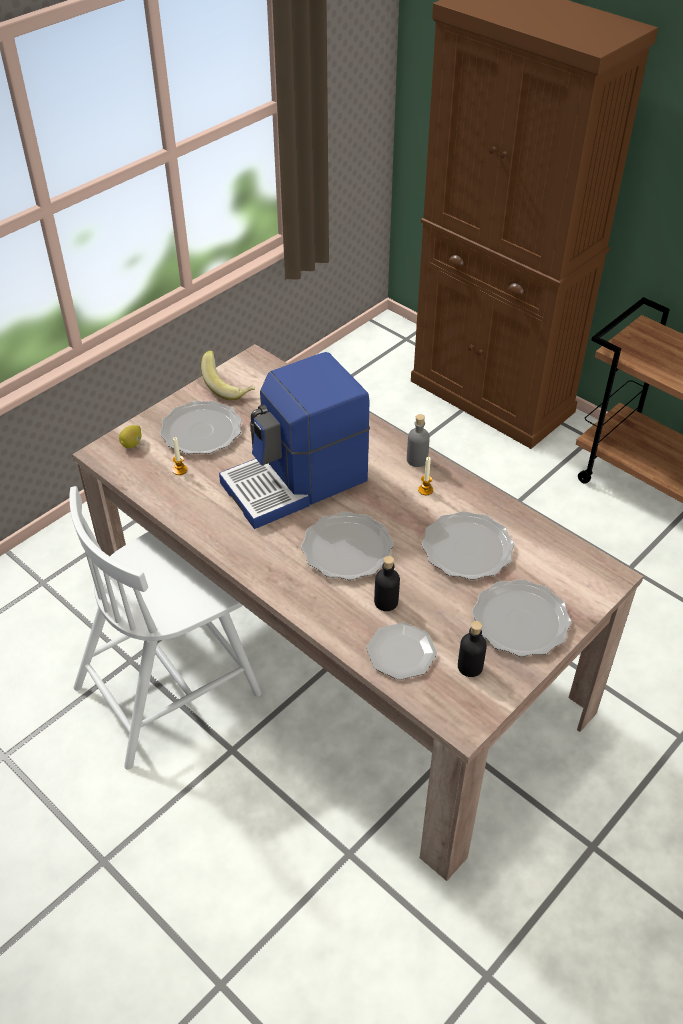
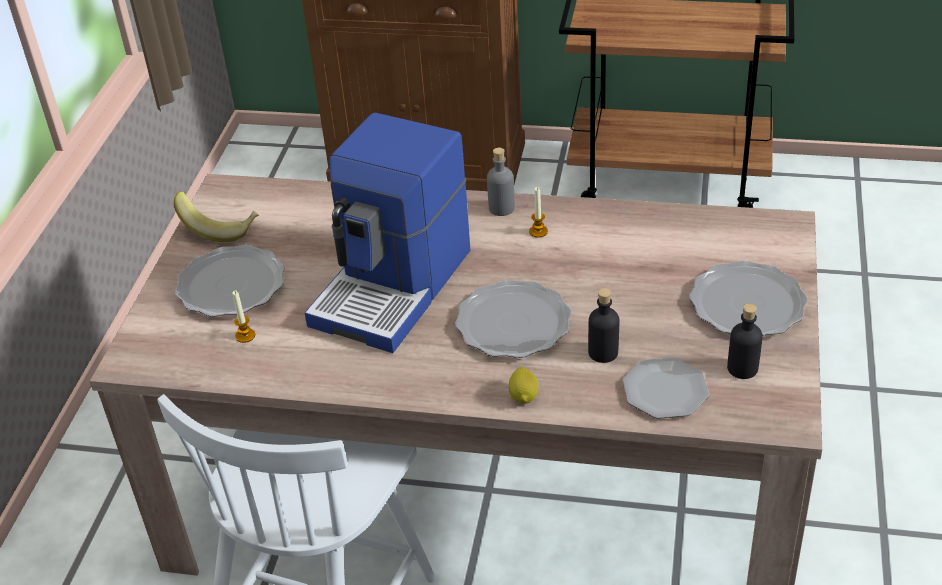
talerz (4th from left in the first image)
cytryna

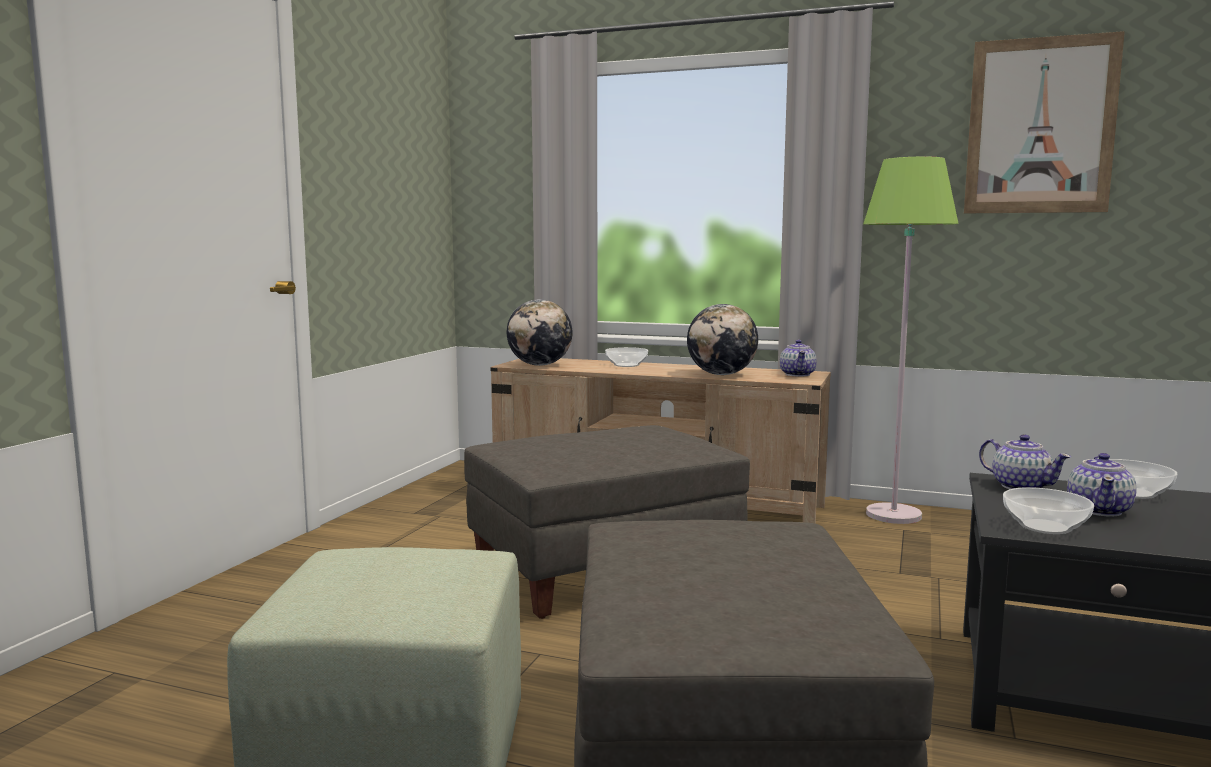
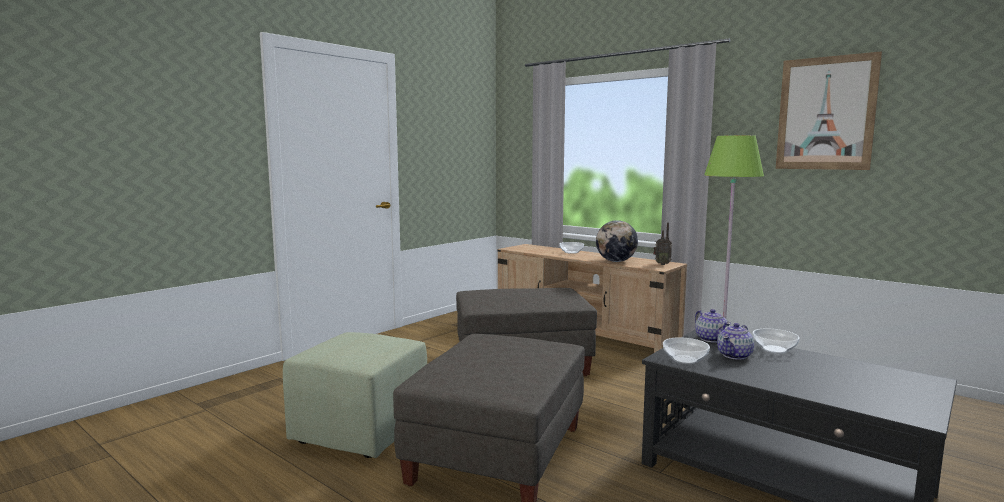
globus (1st from left in the first image)
radio

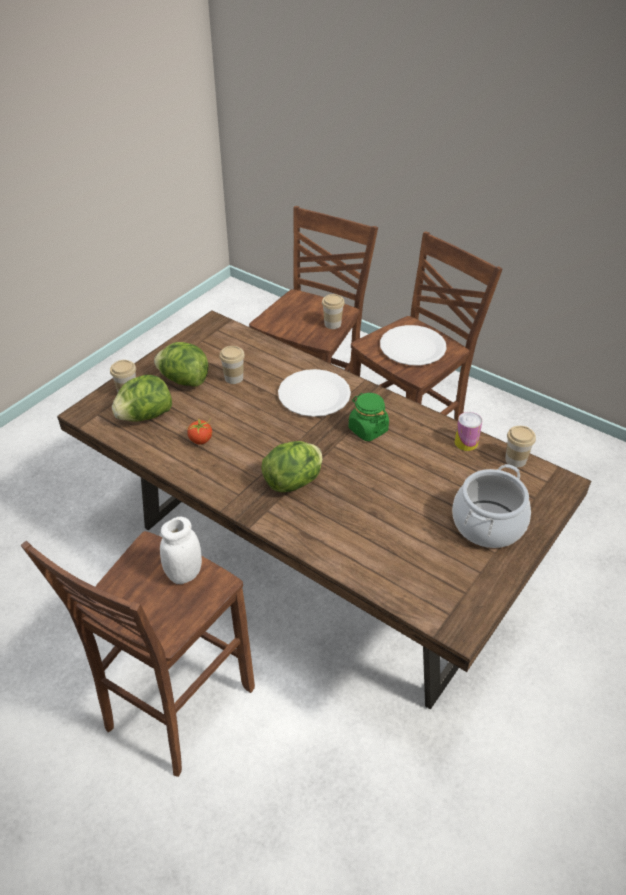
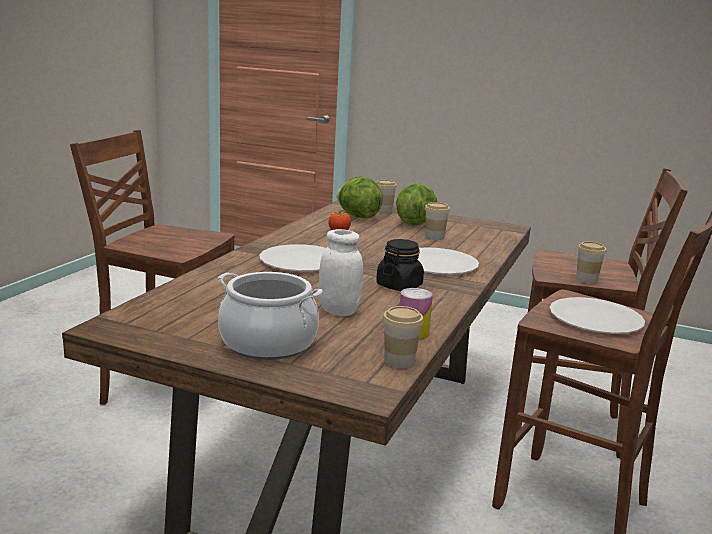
słoik [biały]
talerz [biały] (1st from left)
słoik [czarny]

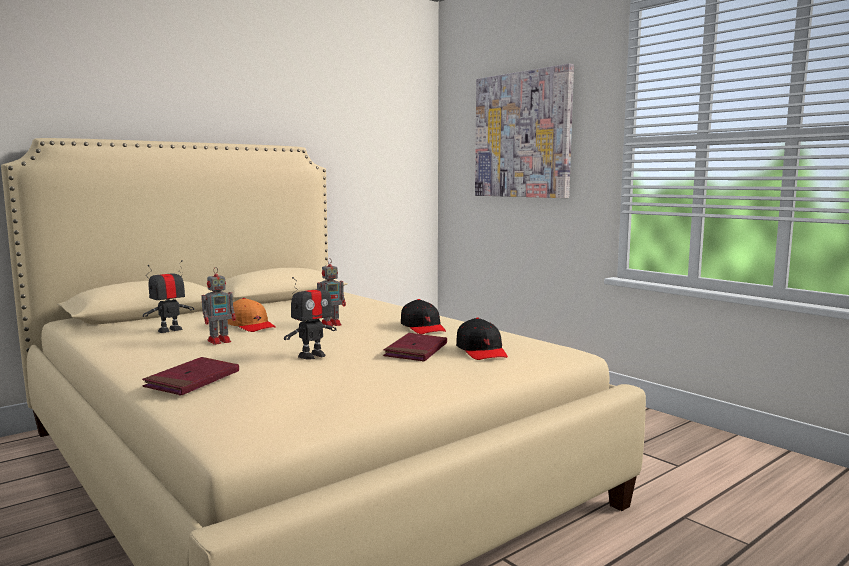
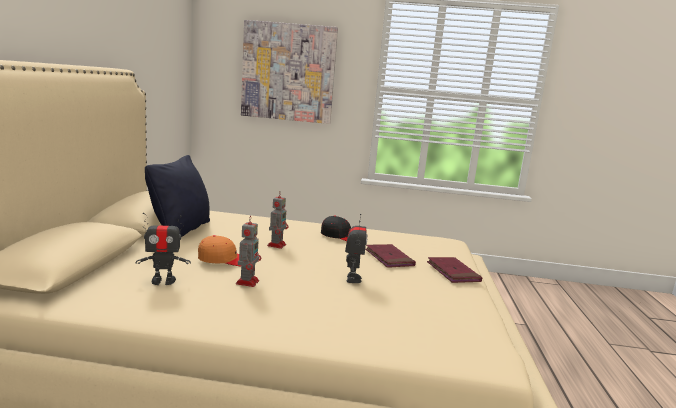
czapka z daszkiem [czarny] (2nd from left in the first image)
poduszka [czarny]
książka [czerwony] (2nd from left)
robot zabawkowy (1st from left)

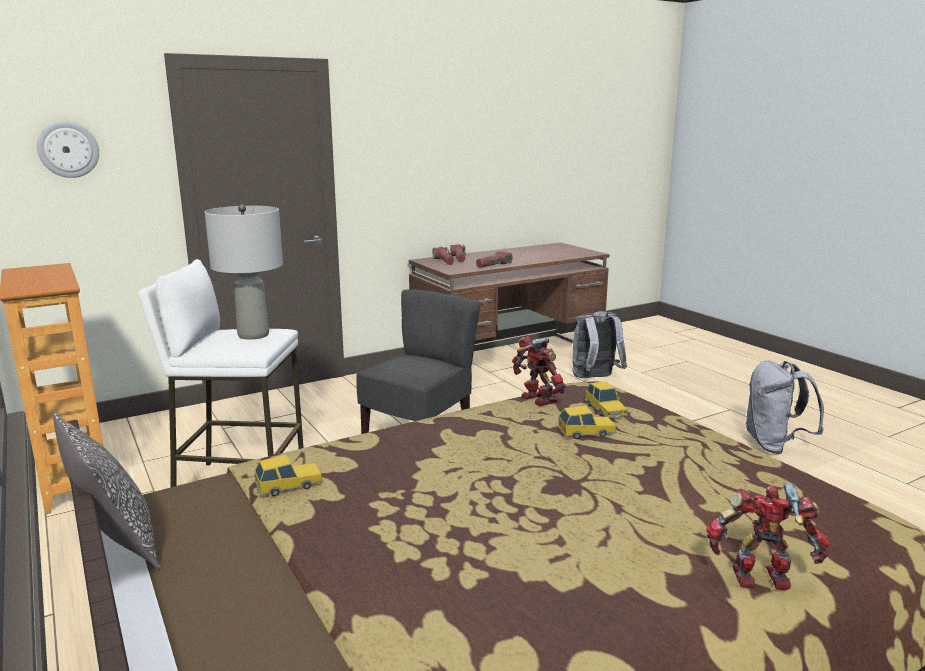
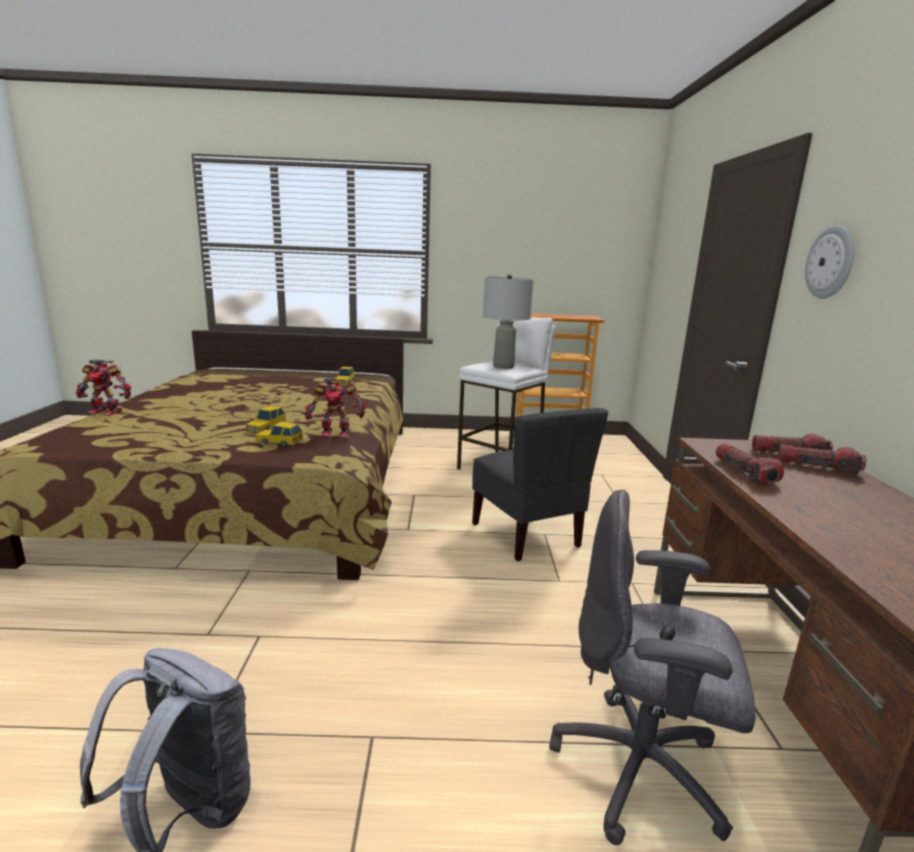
poduszka
zegar ścienny
krzesło biurowe [szary]
robot zabawkowy (1st from left)

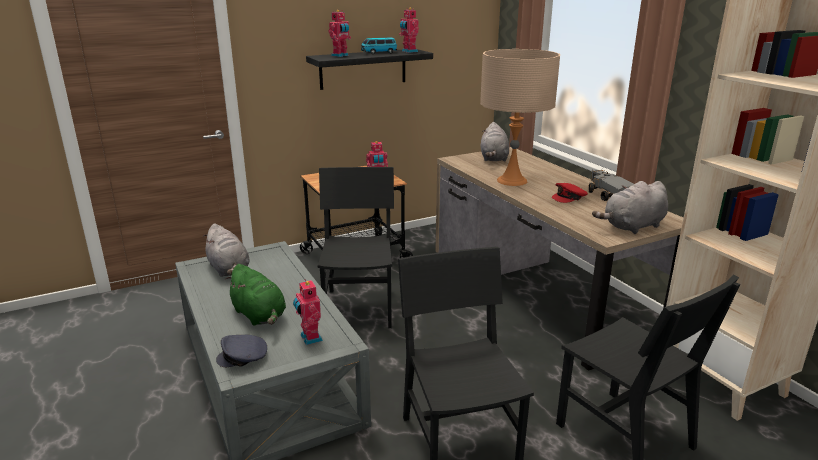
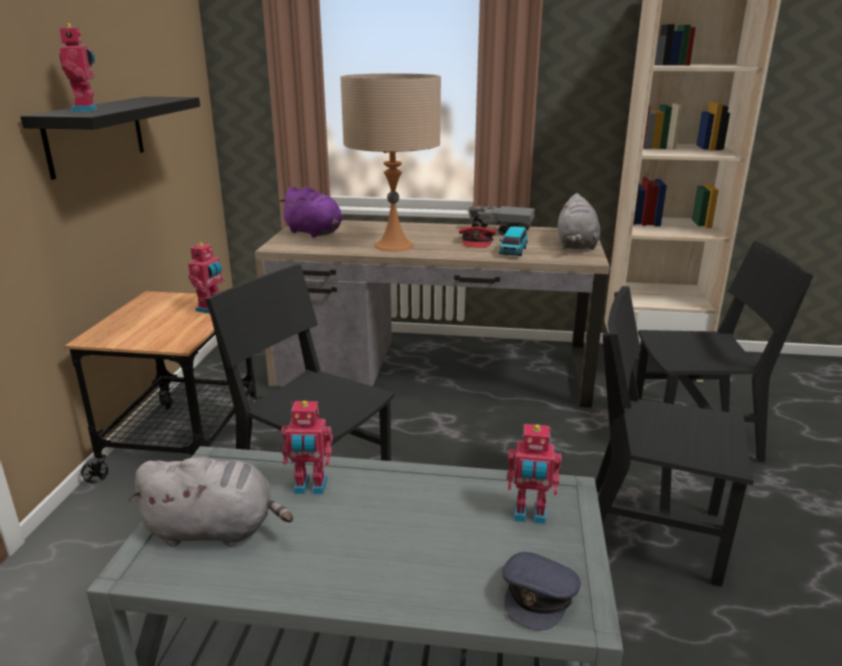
pluszak [zielony]
samochodzik
robot zabawkowy (3rd from left)
pluszak [fioletowy]

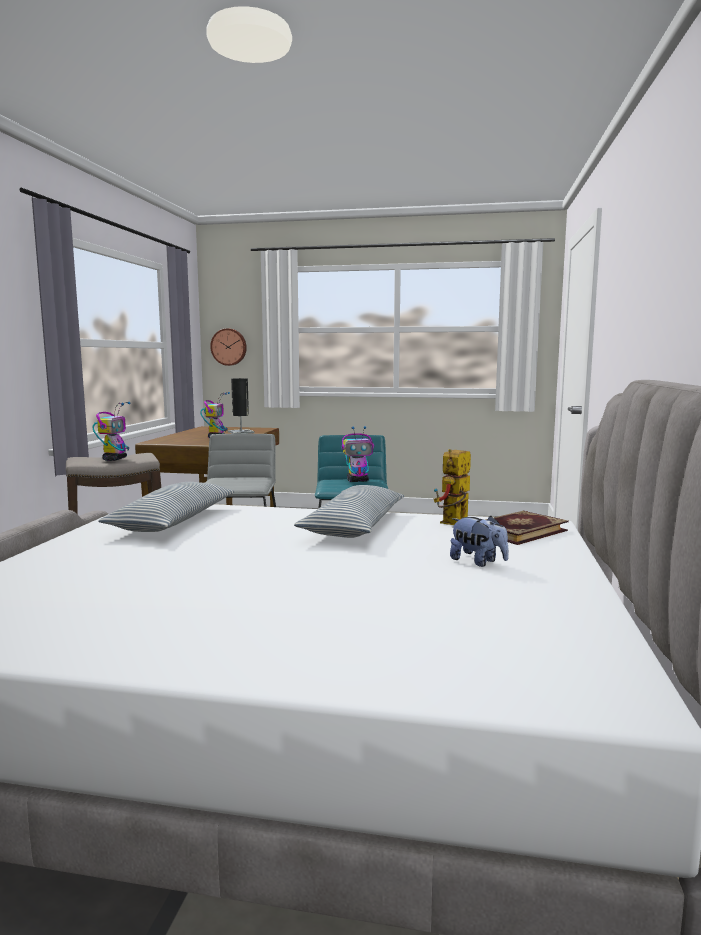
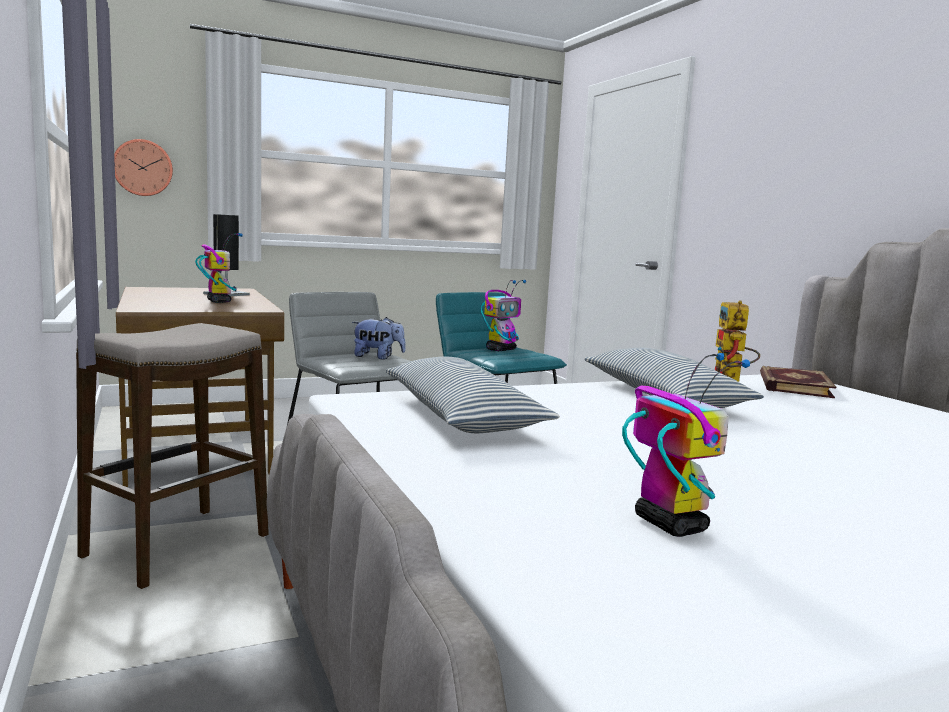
robot zabawkowy (3rd from left)
pluszak

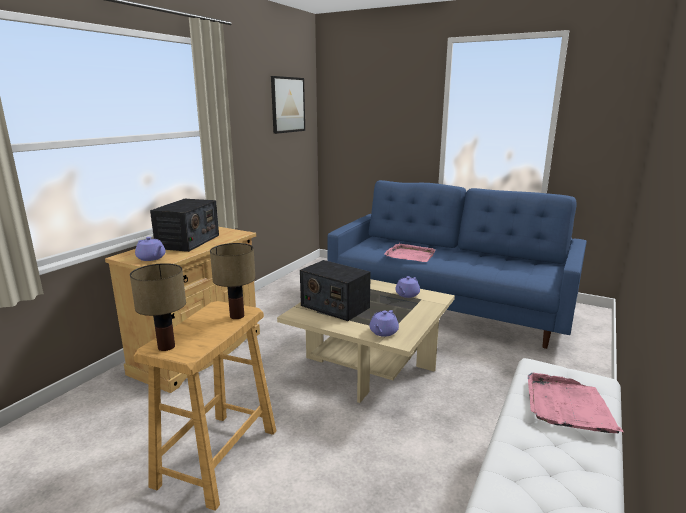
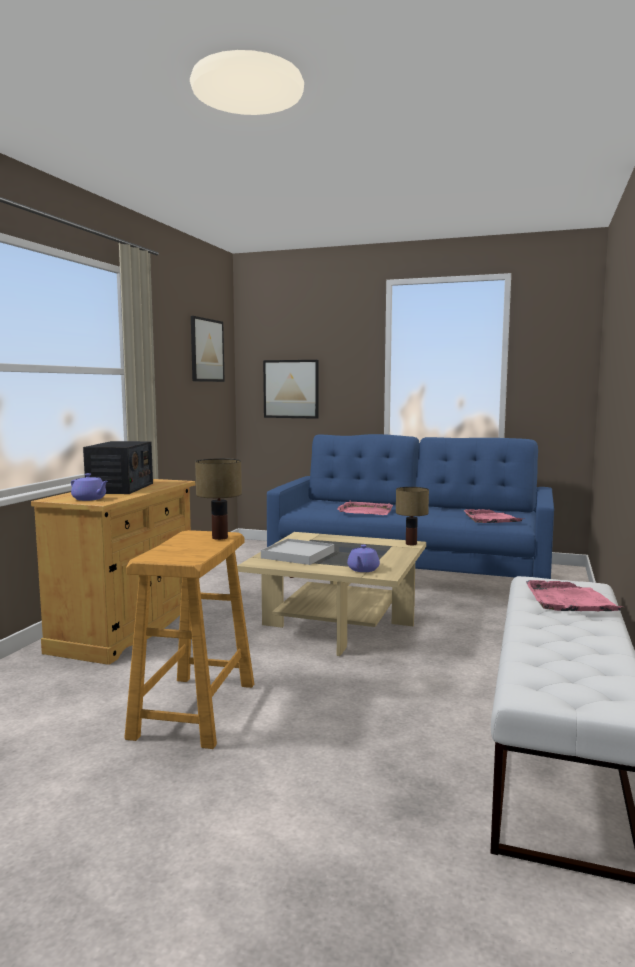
imbryk [fioletowy] (3rd from left in the first image)
obraz (2nd from left)
taca [różowy] (2nd from left)
lampa stołowa (2nd from left)
taca [biały]

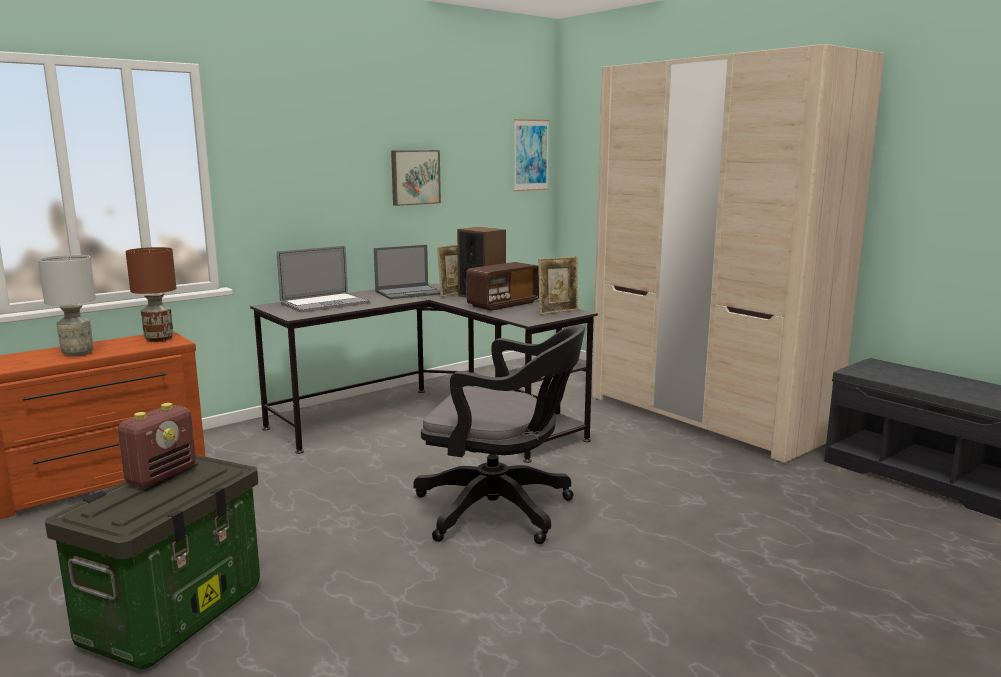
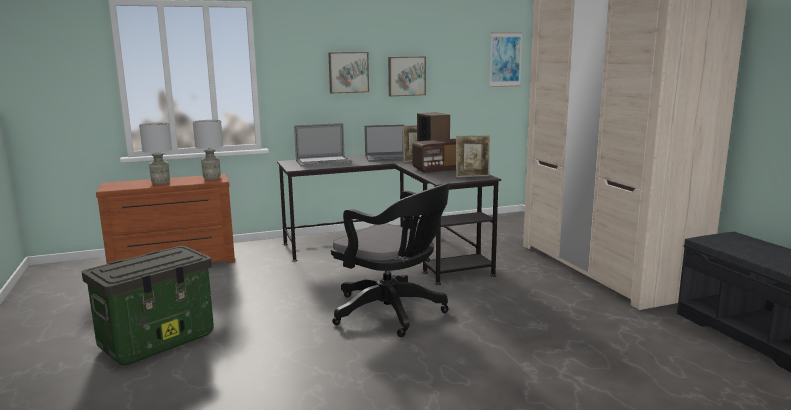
radio (1st from left in the first image)
obraz (1st from left)
lampa stołowa [szary] (2nd from left)

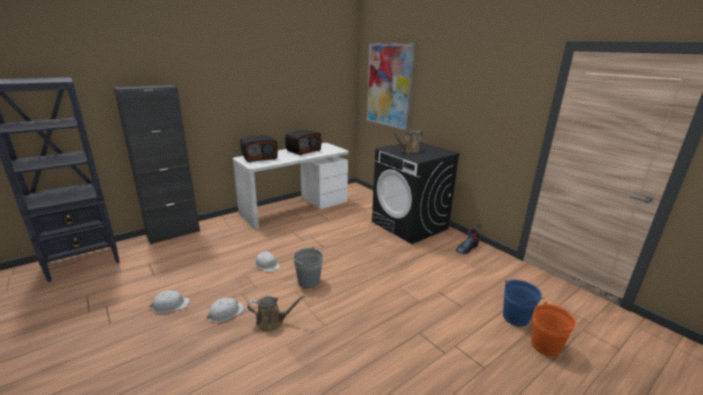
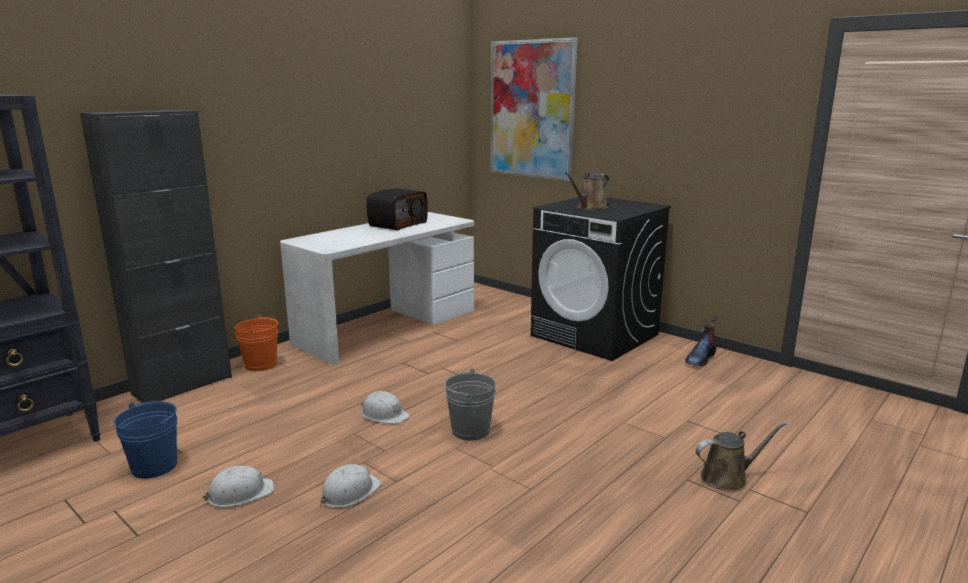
radio (1st from left in the first image)
konewka [brązowy] (2nd from left)
wiadro [niebieski]
wiadro [pomarańczowy]

